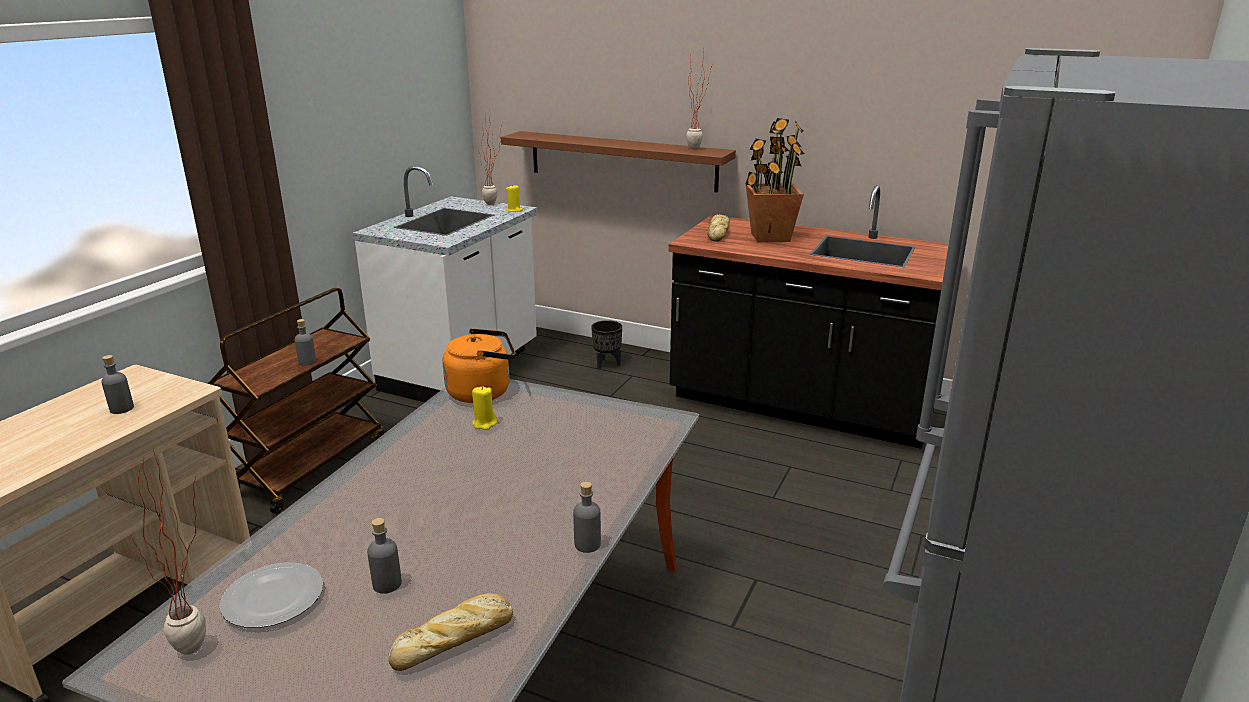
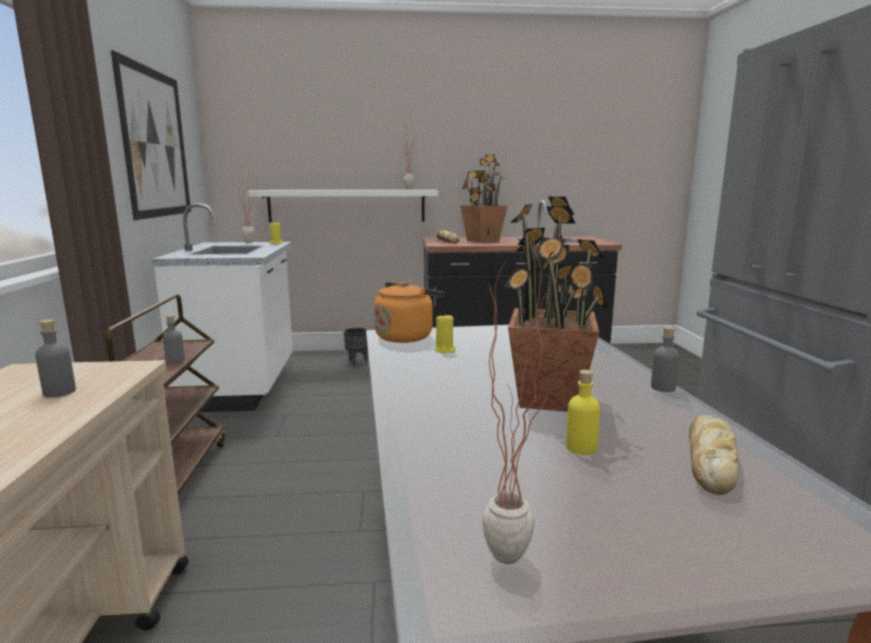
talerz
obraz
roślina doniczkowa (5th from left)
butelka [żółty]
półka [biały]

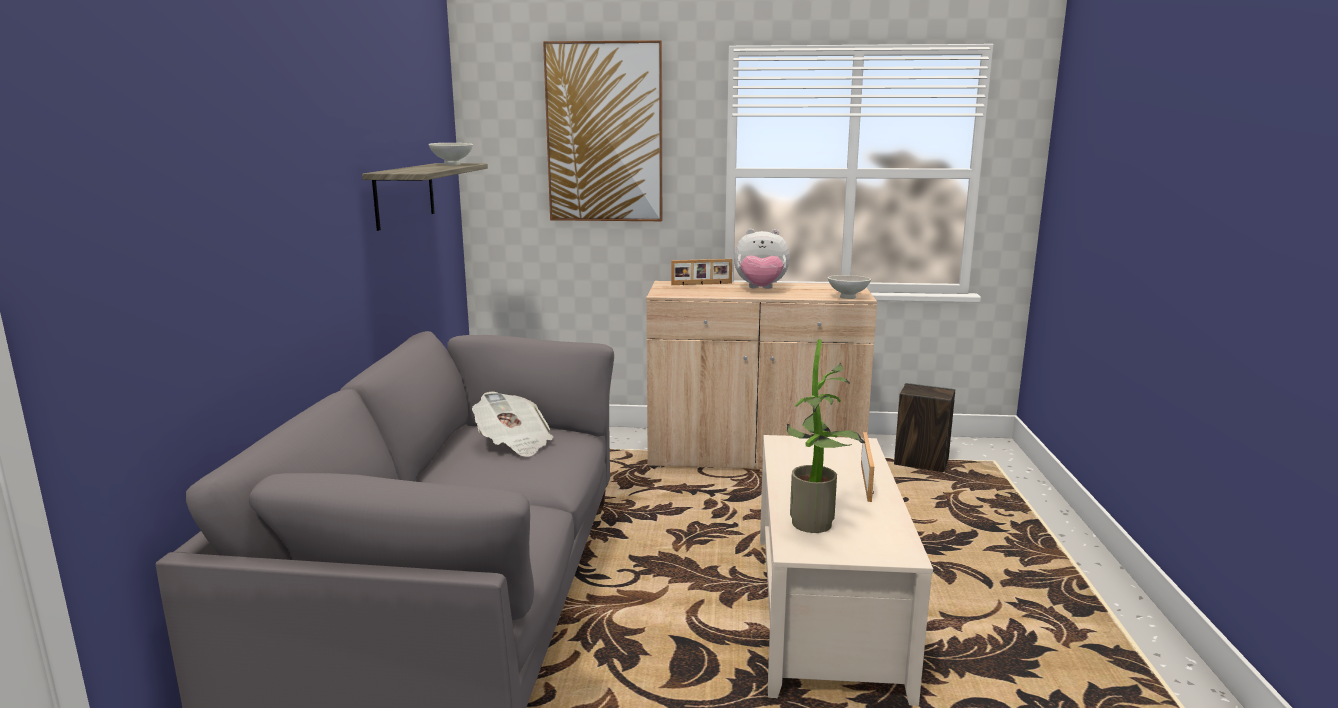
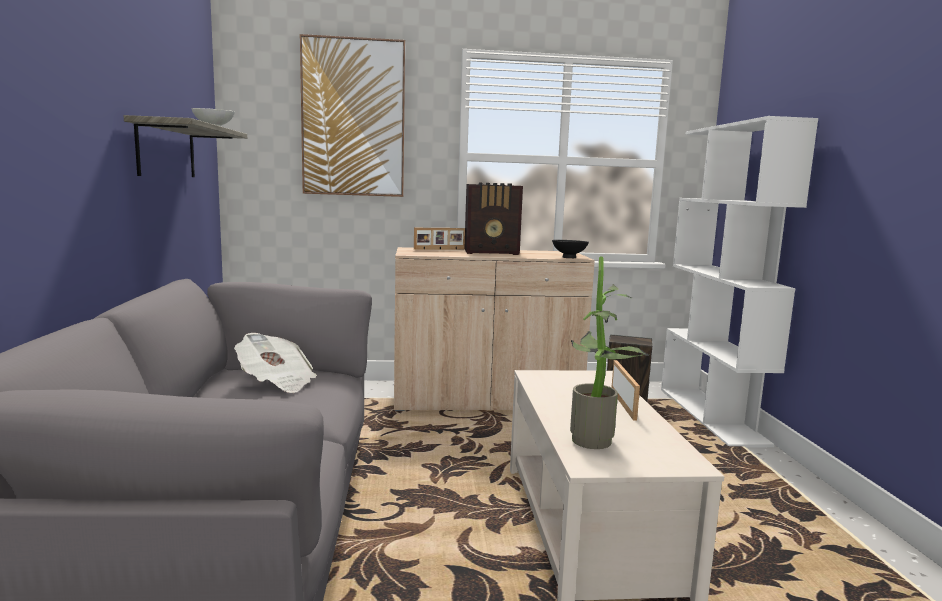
regał [biały]
radio
miska [czarny]

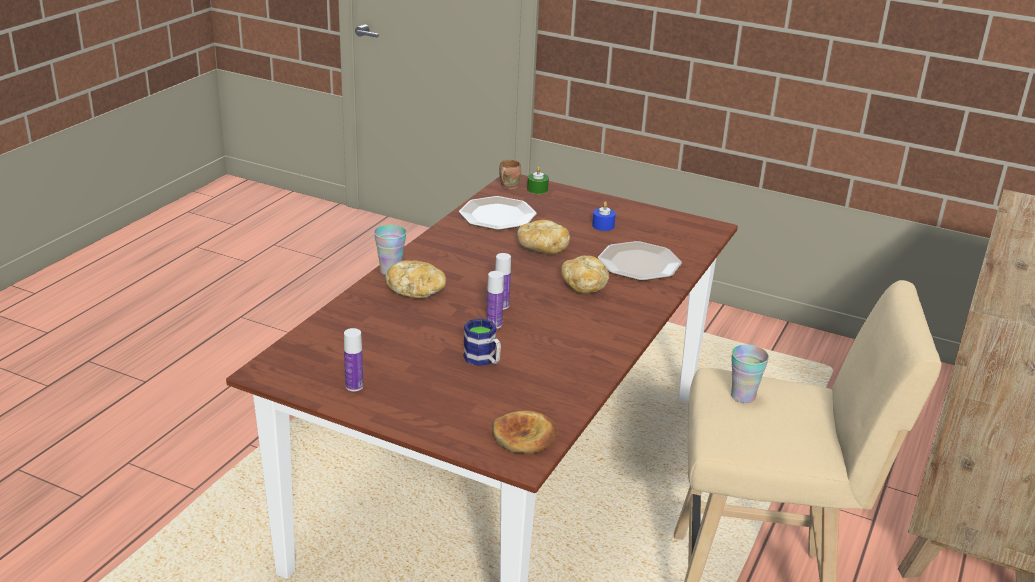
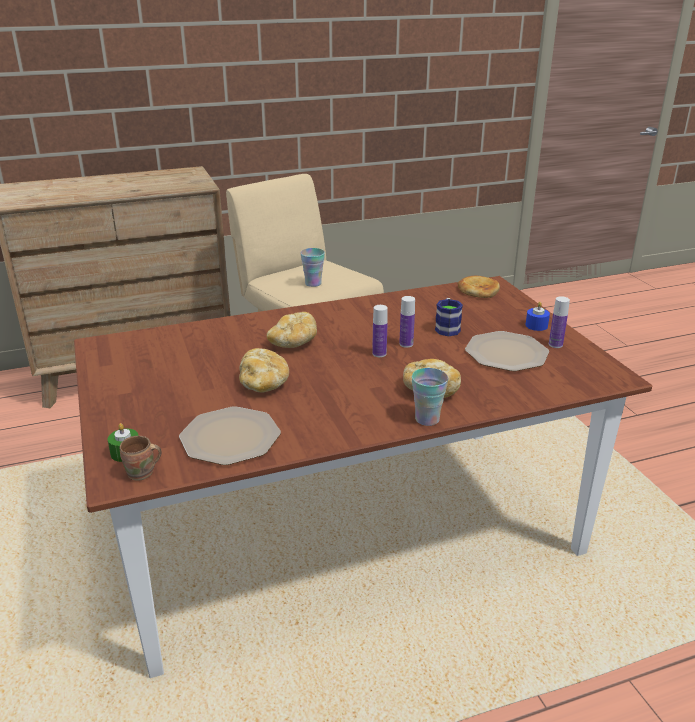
świeca [niebieski]
talerz (2nd from left)

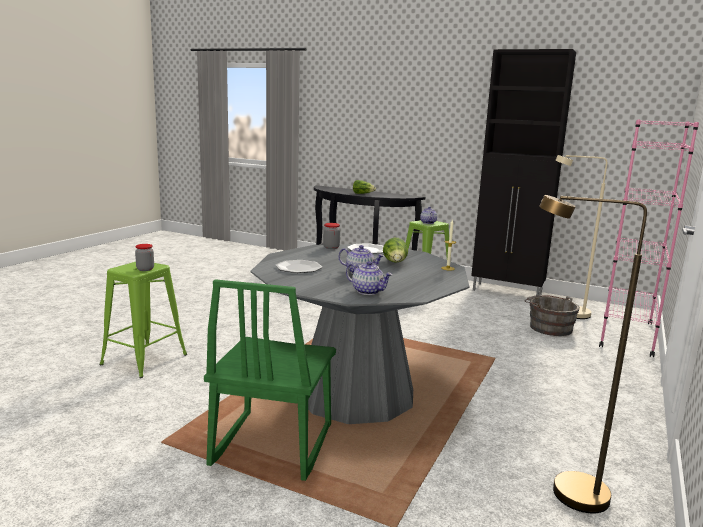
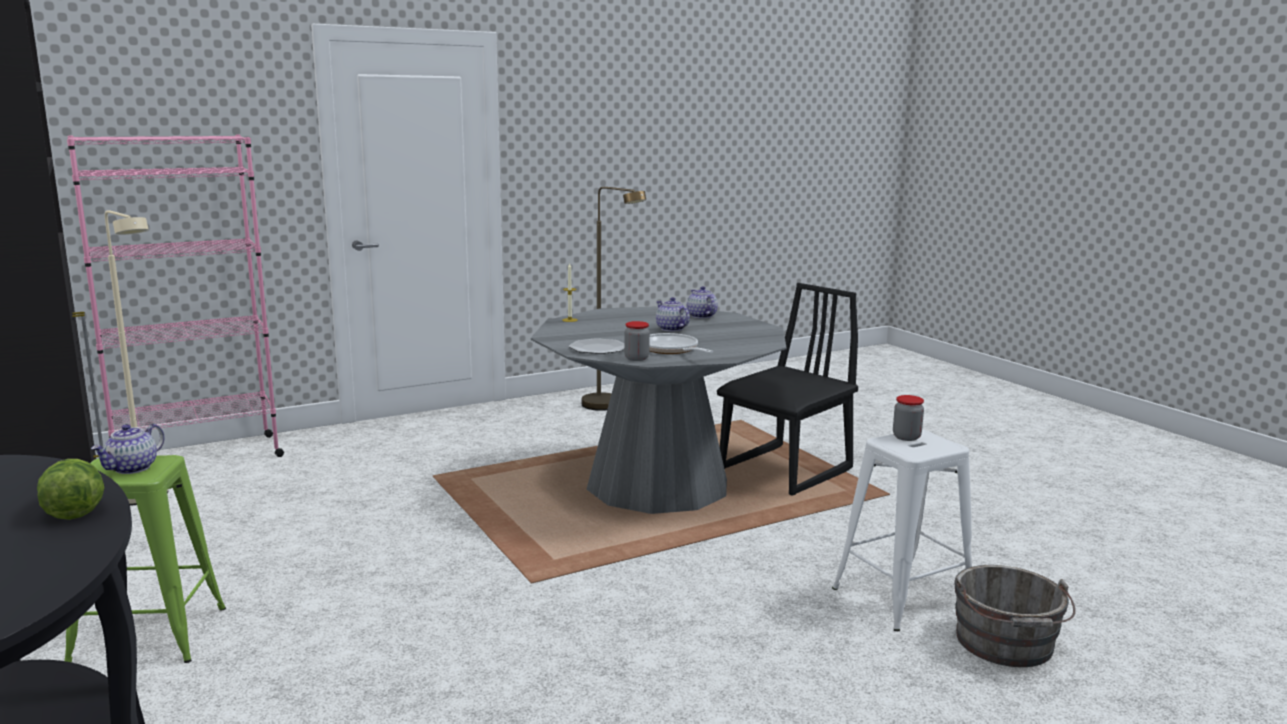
talerz (1st from left in the first image)
sałata (2nd from left in the first image)
patelnia
wiadro [szary]
stołek [biały]
krzesło [czarny]

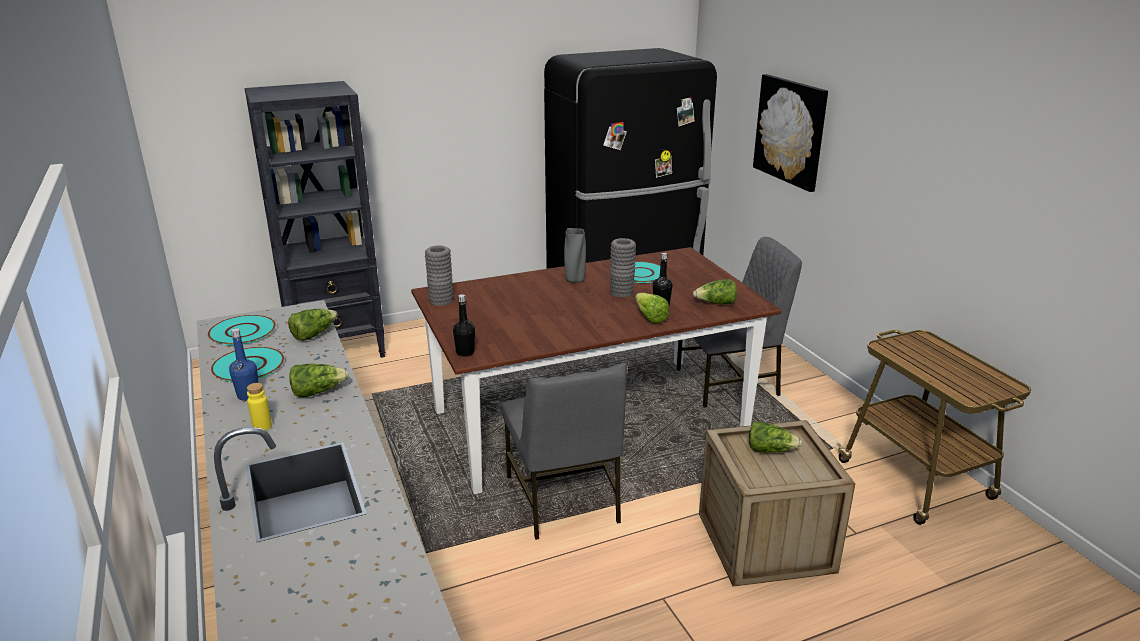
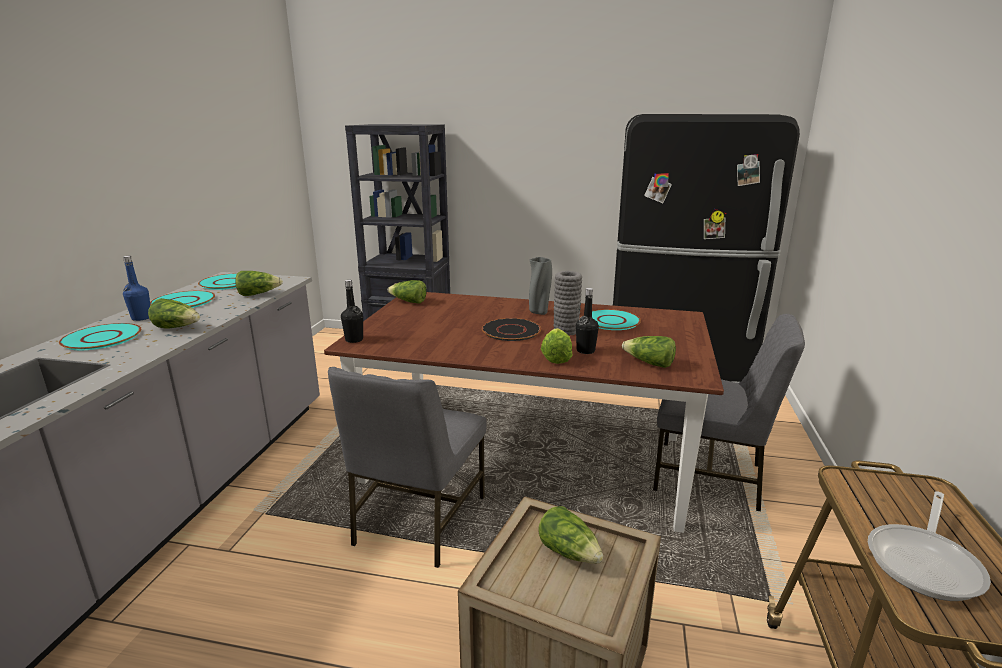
obraz
talerz [czarny]
patelnia
talerz [turkusowy] (1st from left)
sałata (3rd from left)

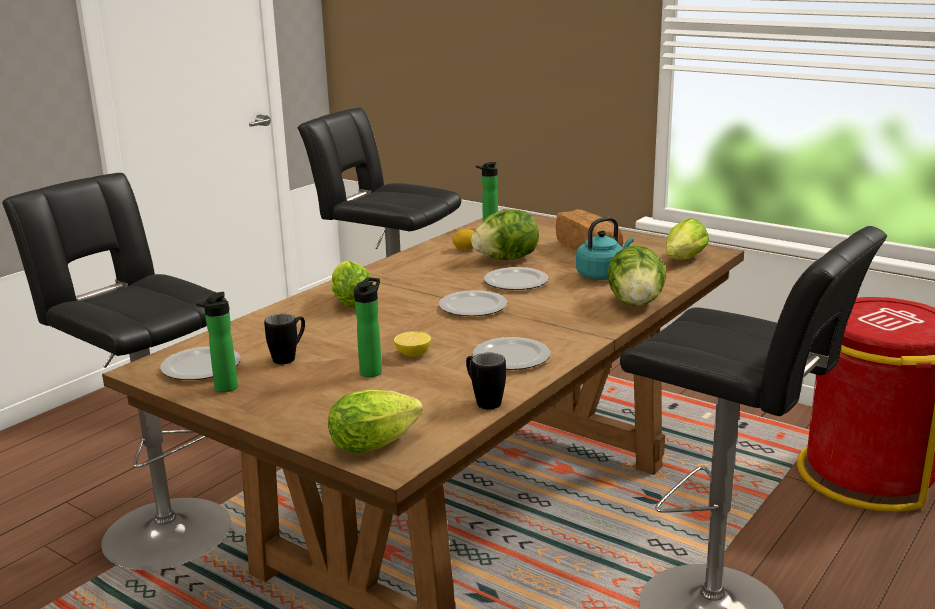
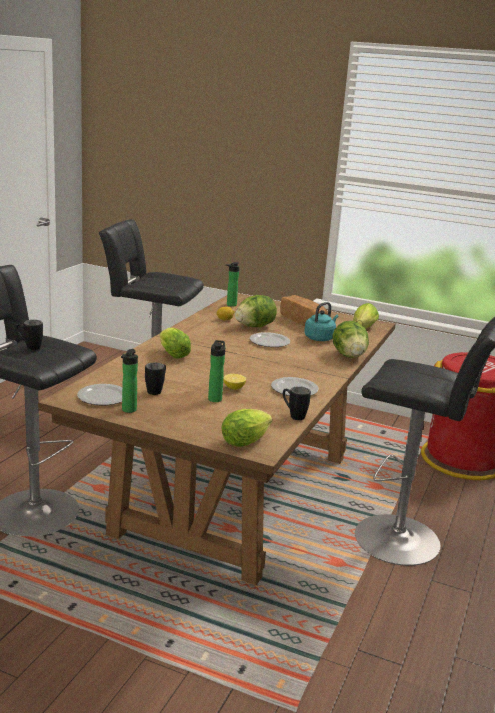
talerz (2nd from left in the first image)
kubek [czarny] (1st from left)

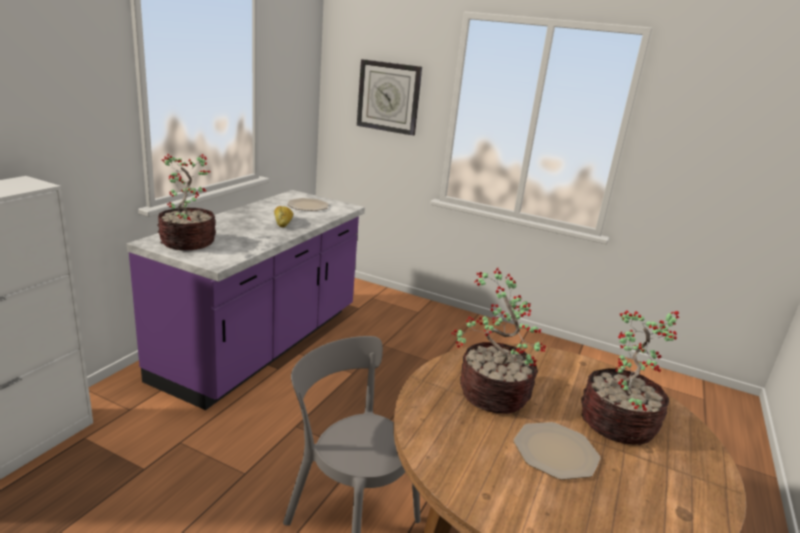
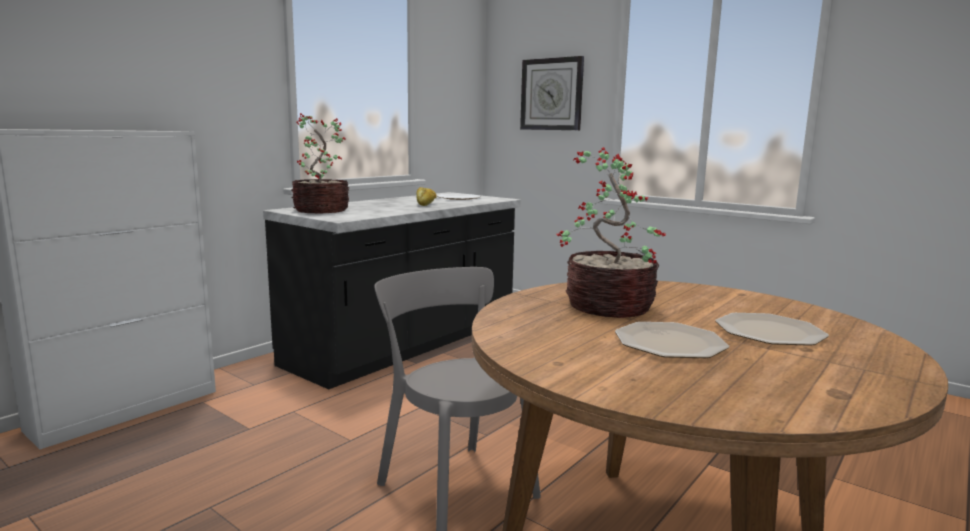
talerz (3rd from left)
zabudowa kuchenna [czarny]

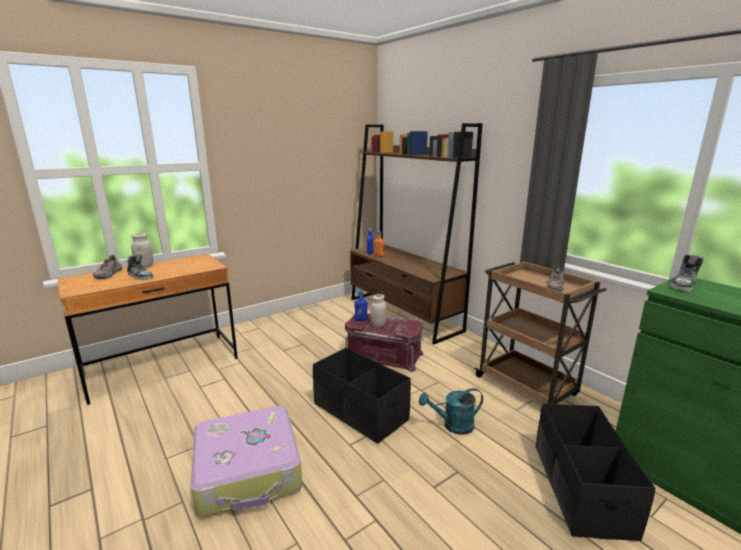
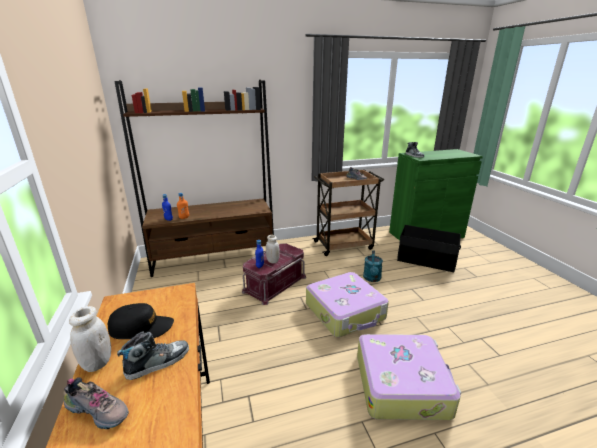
czapka z daszkiem [czarny]
walizka (1st from left)

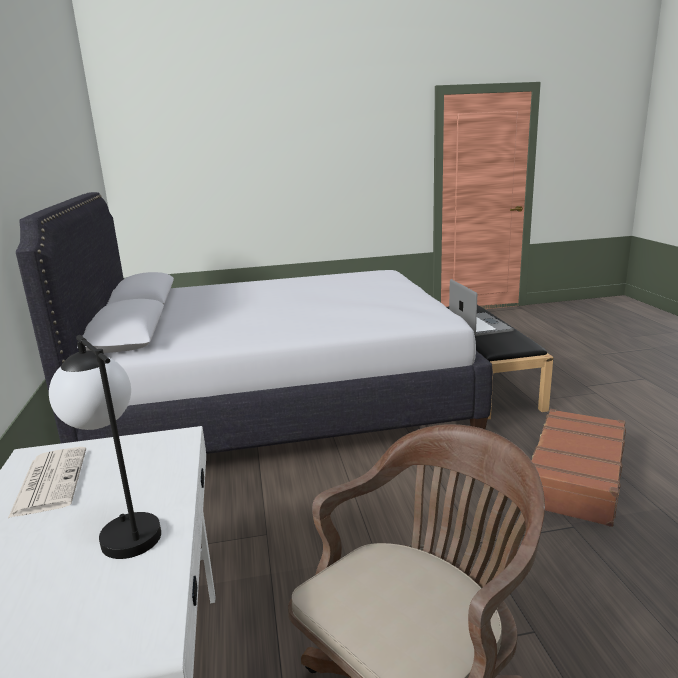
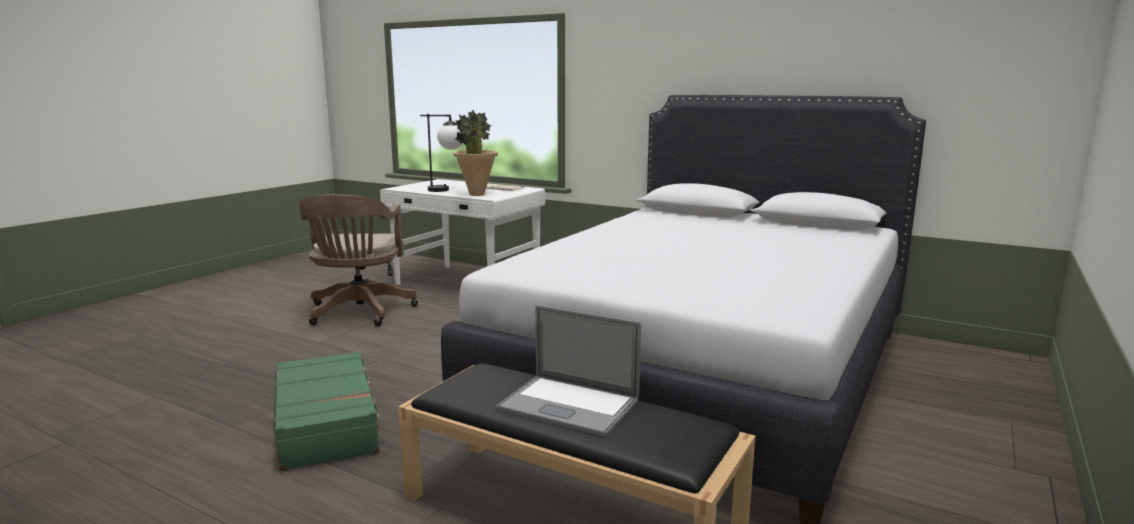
roślina doniczkowa
walizka [zielony]

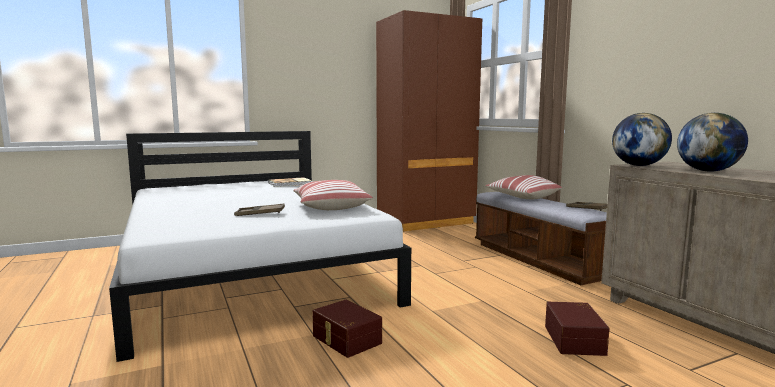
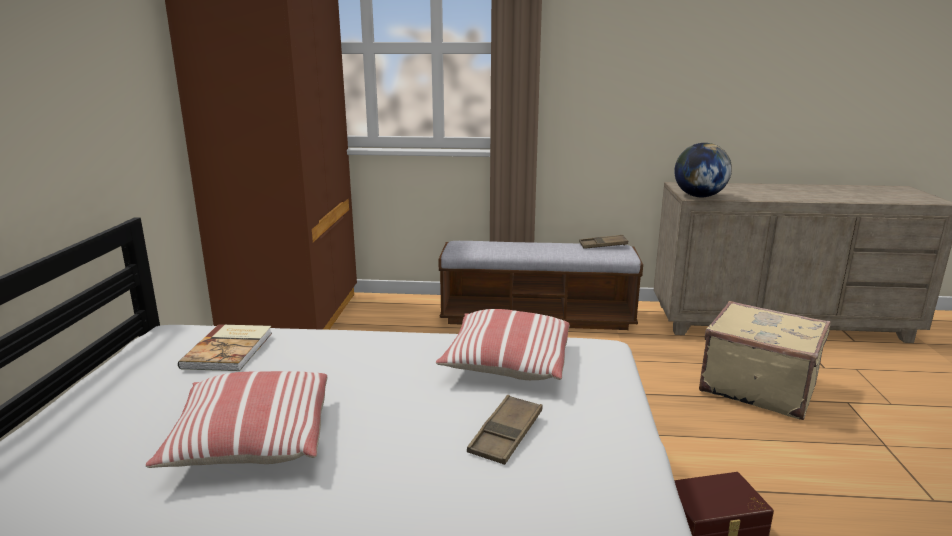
globus (2nd from left in the first image)
poduszka (1st from left)
walizka [beżowy]

